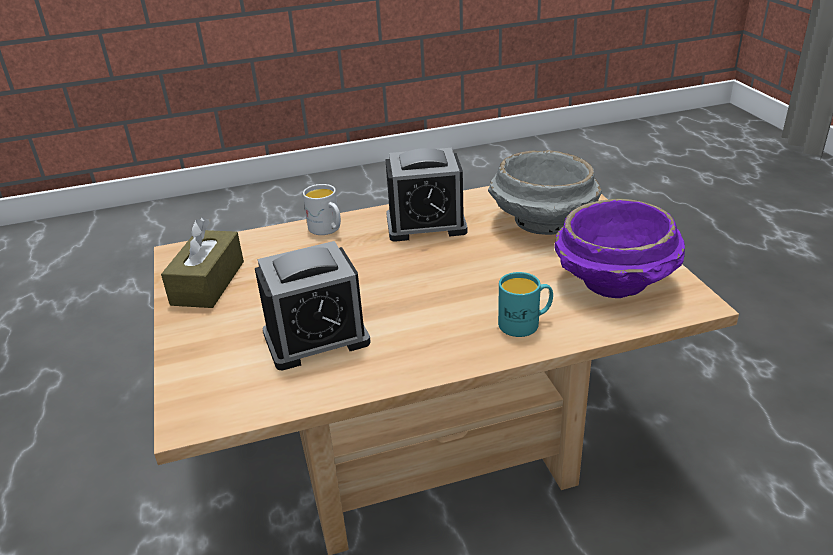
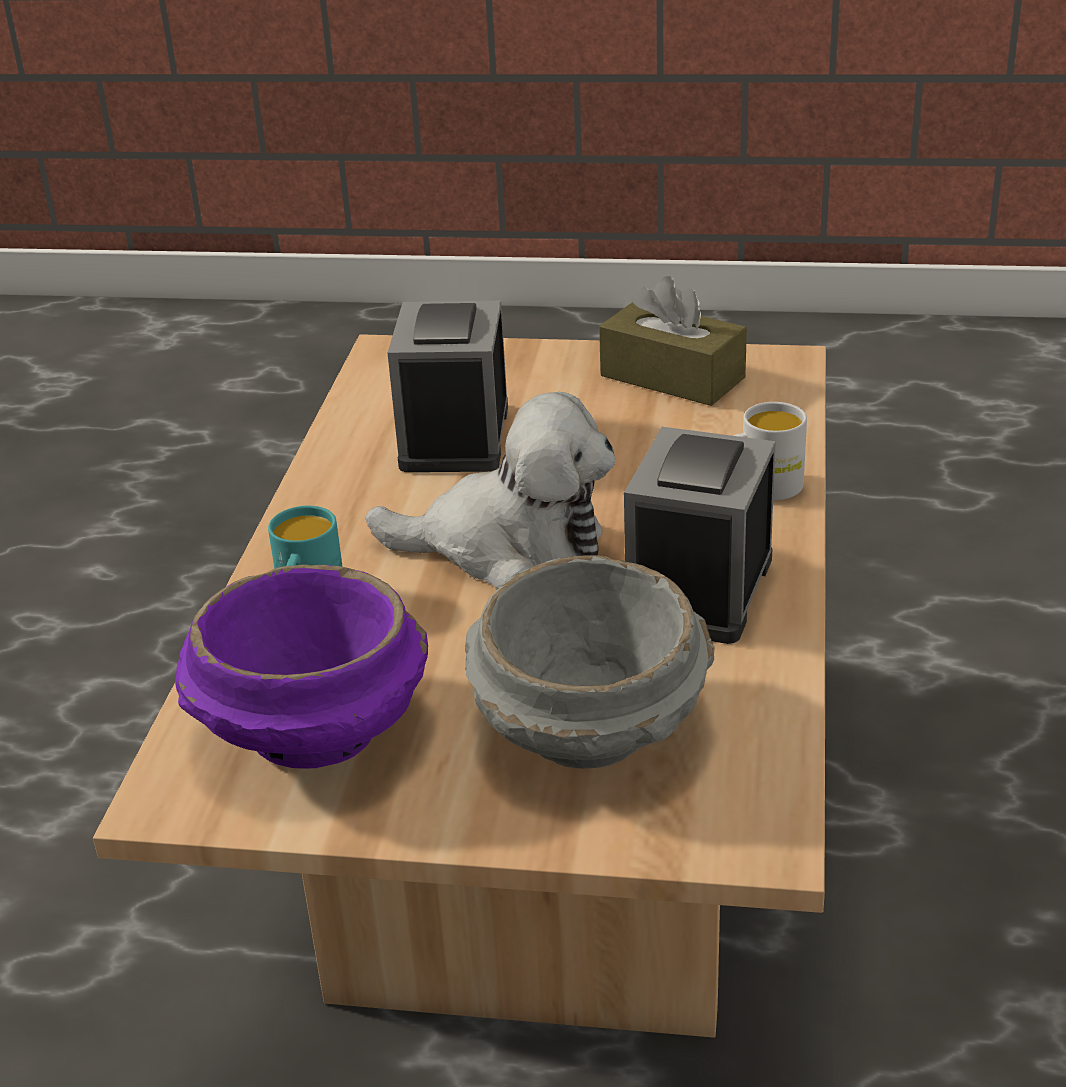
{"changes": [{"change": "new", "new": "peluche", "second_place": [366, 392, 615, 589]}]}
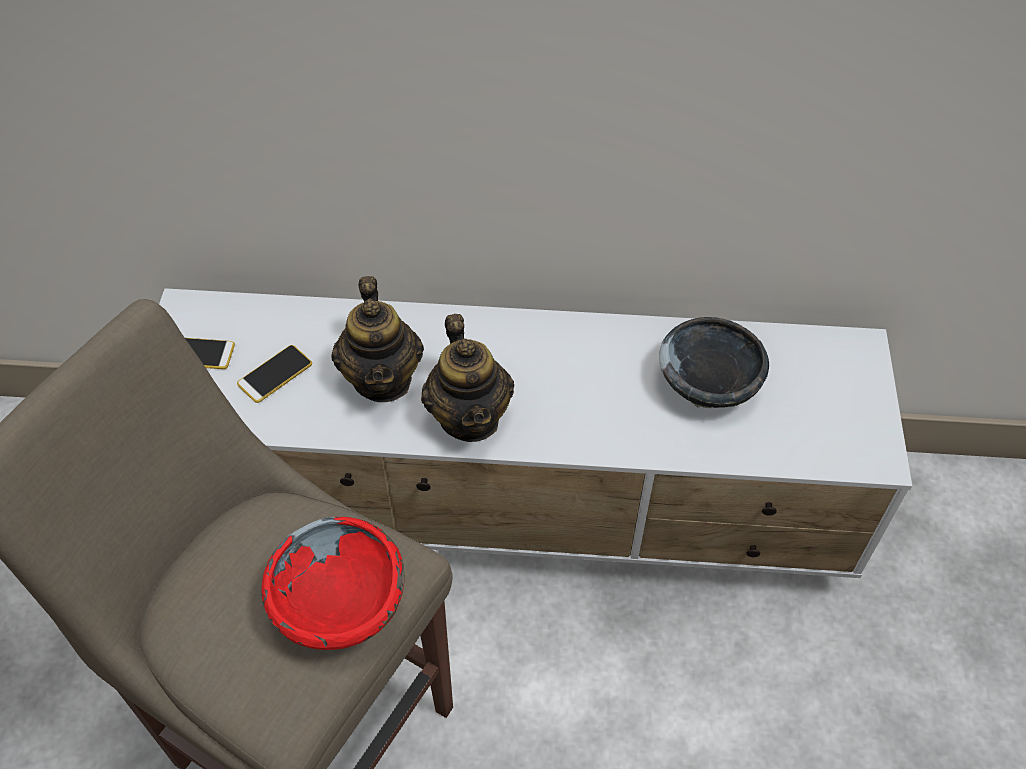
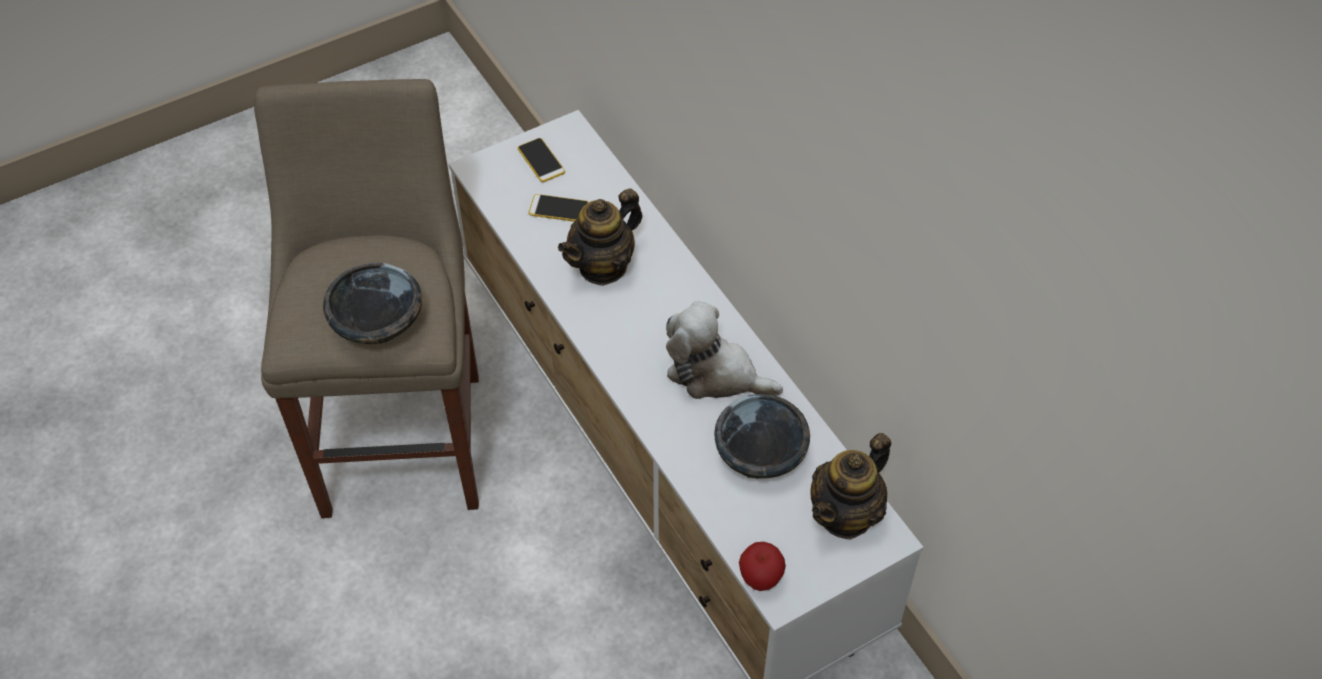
{"changes": [{"change": "repainted", "old": "cuenco [rojo]", "new": "cuenco [negro]", "first_place": [261, 517, 404, 650], "second_place": [323, 263, 422, 344]}, {"change": "new", "new": "peluche", "second_place": [666, 301, 783, 399]}, {"change": "new", "new": "manzana", "second_place": [739, 542, 786, 591]}, {"change": "shifted", "old": "tetera", "first_place": [421, 314, 514, 442], "second_place": [810, 433, 891, 540]}]}
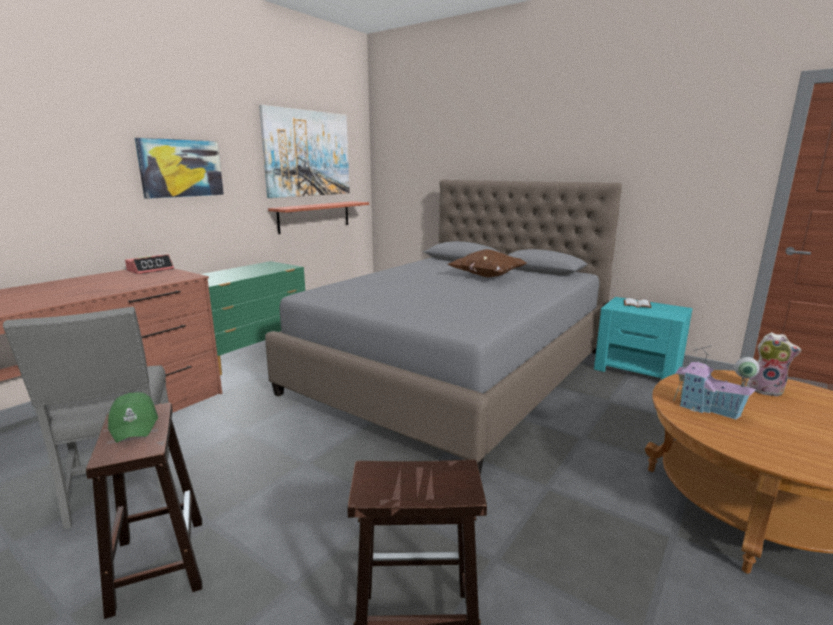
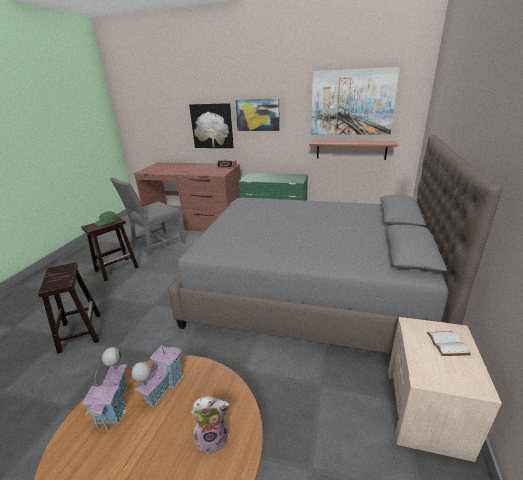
{"changes": [{"change": "new", "new": "casita", "second_place": [83, 347, 128, 431]}, {"change": "new", "new": "cuadro", "second_place": [189, 103, 234, 148]}, {"change": "rotated", "old": "peluche", "first_place": [746, 332, 802, 397], "second_place": [191, 396, 230, 454], "degrees": -105}, {"change": "repainted", "old": "mesita de noche [turquesa]", "new": "mesita de noche [beis]", "first_place": [594, 297, 693, 380], "second_place": [388, 317, 502, 462]}, {"change": "gone", "old": "cojín [marrón]", "first_place": [448, 249, 527, 277]}]}
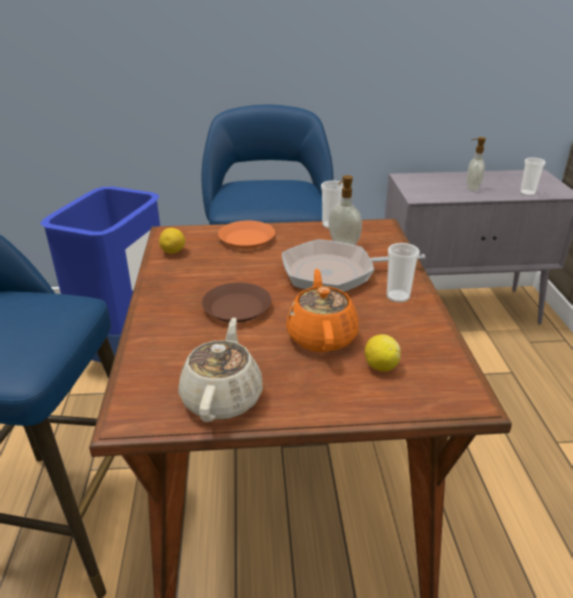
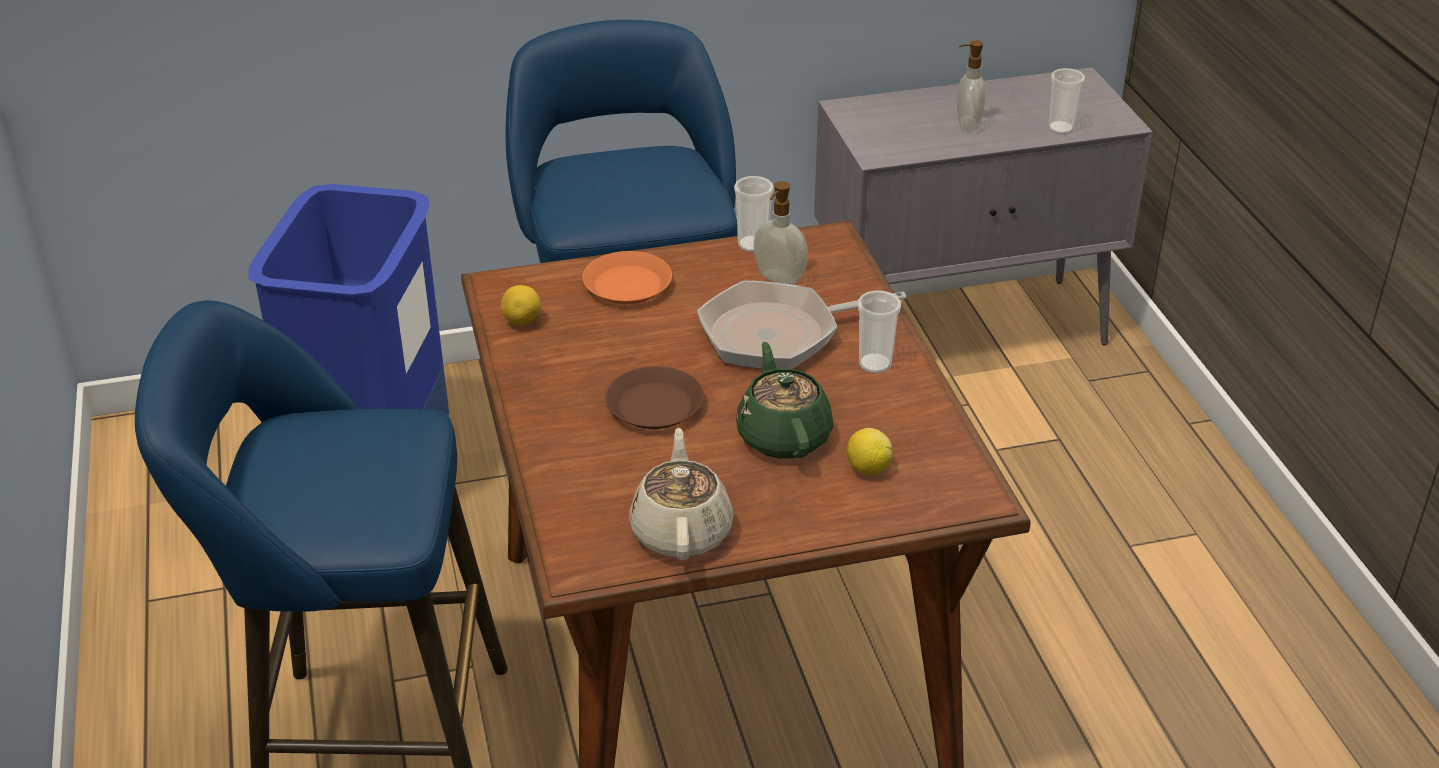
{"changes": [{"change": "repainted", "old": "tetera [naranja]", "new": "tetera [verde]", "first_place": [286, 269, 359, 353], "second_place": [736, 342, 833, 459]}]}
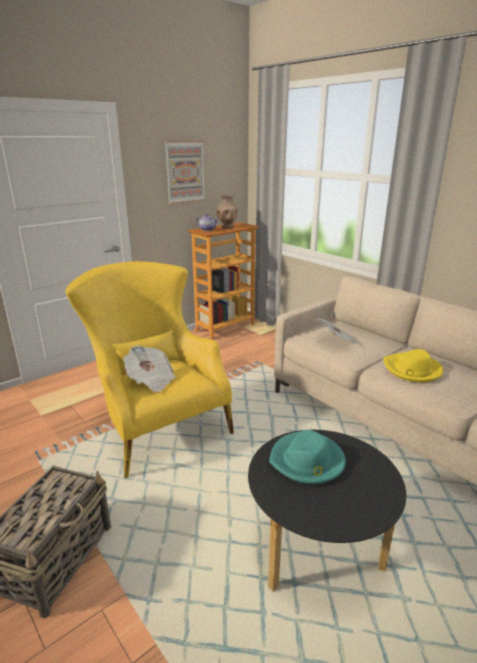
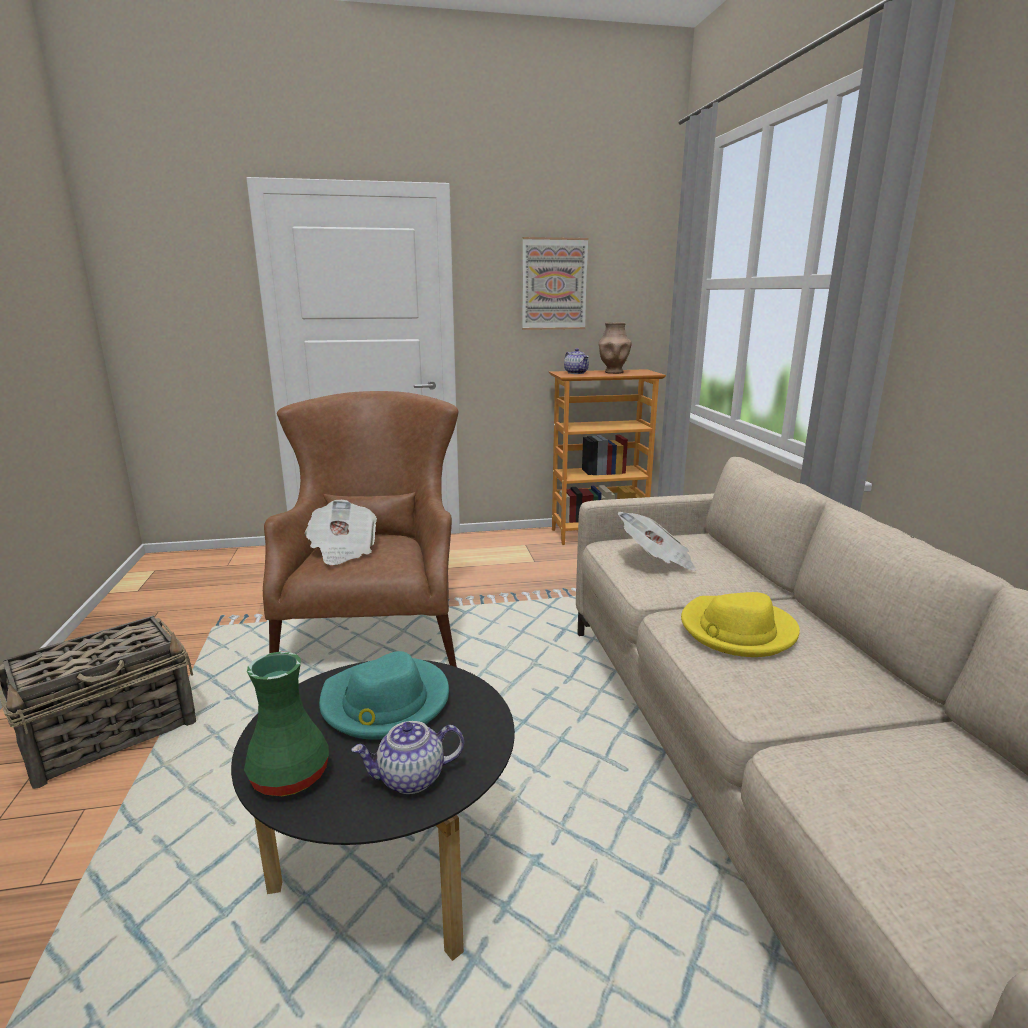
{"changes": [{"change": "new", "new": "florero [verde]", "second_place": [244, 651, 329, 796]}, {"change": "repainted", "old": "sillón [amarillo]", "new": "sillón [marrón]", "first_place": [65, 261, 234, 478], "second_place": [263, 391, 459, 667]}, {"change": "new", "new": "tetera", "second_place": [351, 721, 464, 794]}]}
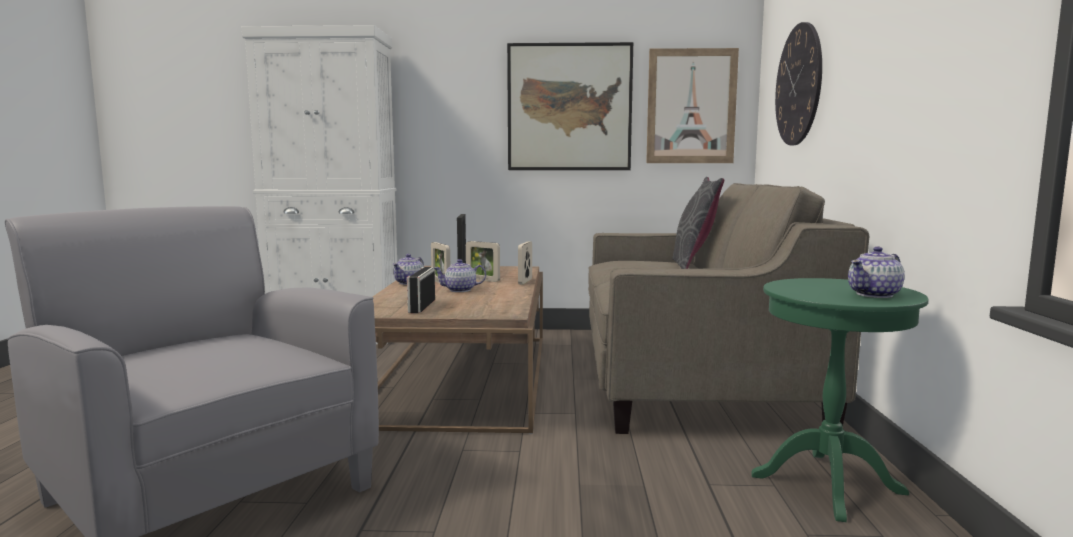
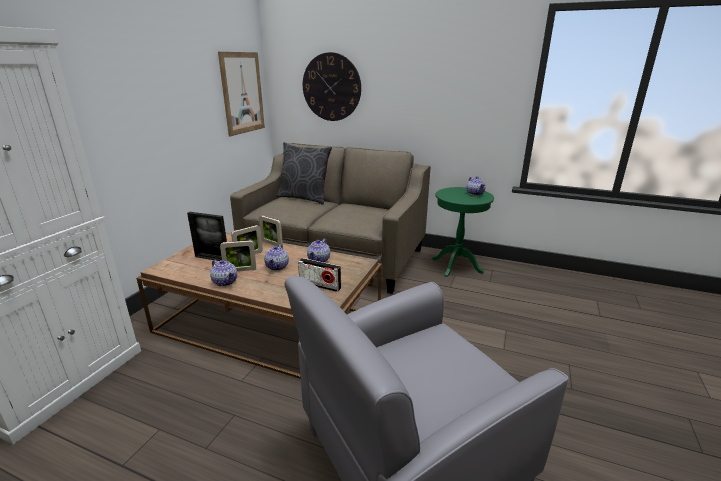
{"changes": [{"change": "new", "new": "tetera", "second_place": [307, 239, 330, 263]}, {"change": "gone", "old": "cuadro", "first_place": [507, 42, 633, 170]}]}
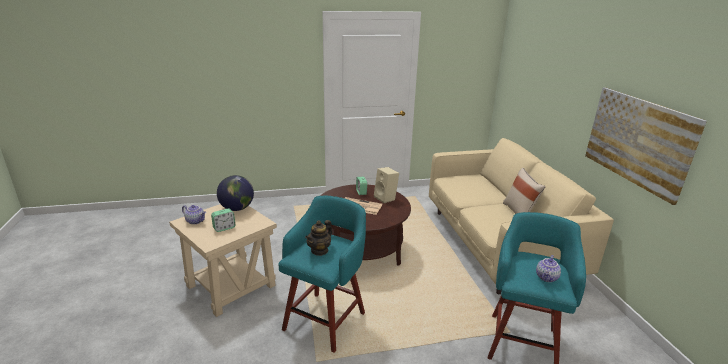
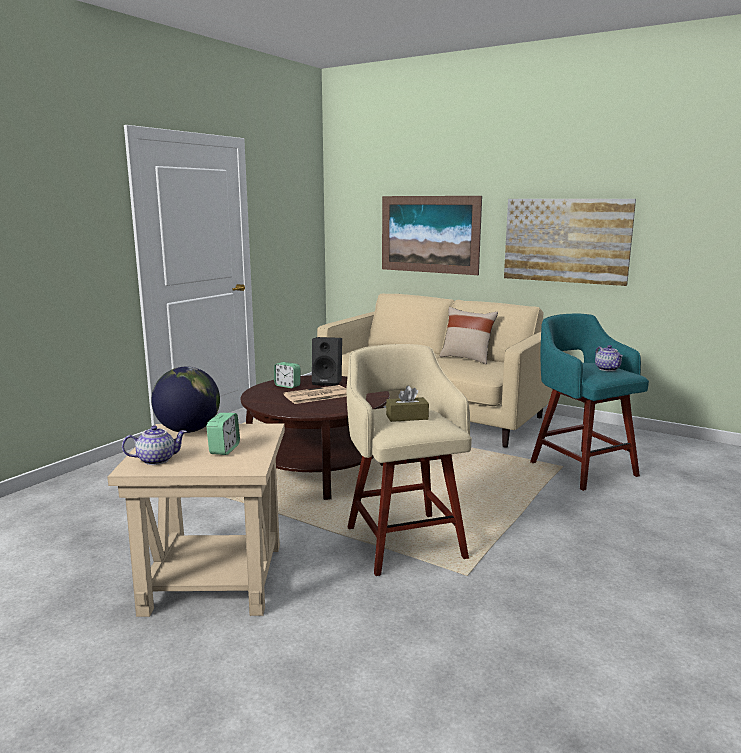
{"changes": [{"change": "repainted", "old": "altavoz [beis]", "new": "altavoz [negro]", "first_place": [374, 167, 399, 203], "second_place": [312, 337, 342, 386]}, {"change": "repainted", "old": "taburete [turquesa]", "new": "taburete [beis]", "first_place": [278, 196, 366, 353], "second_place": [346, 344, 472, 576]}, {"change": "new", "new": "cuadro", "second_place": [382, 196, 482, 275]}, {"change": "swapped", "old": "tetera", "new": "caja de pañuelos [marrón]", "first_place": [305, 220, 332, 256], "second_place": [386, 386, 429, 422]}]}
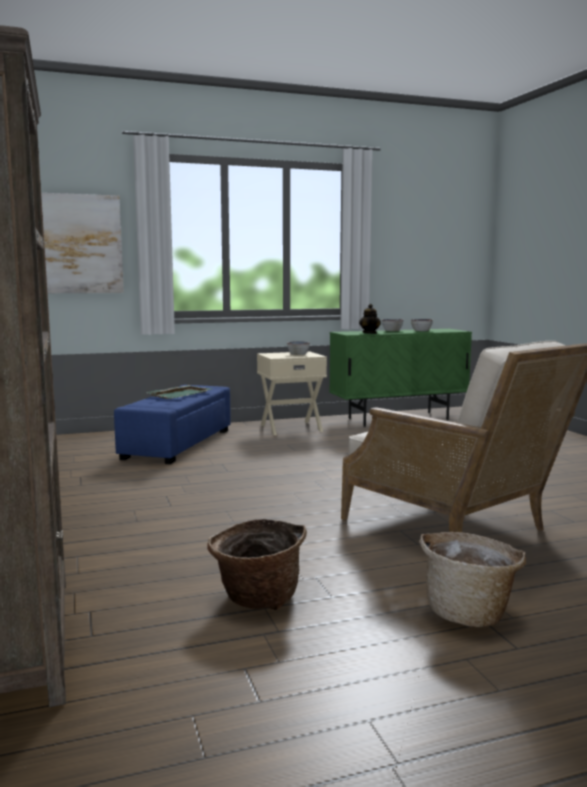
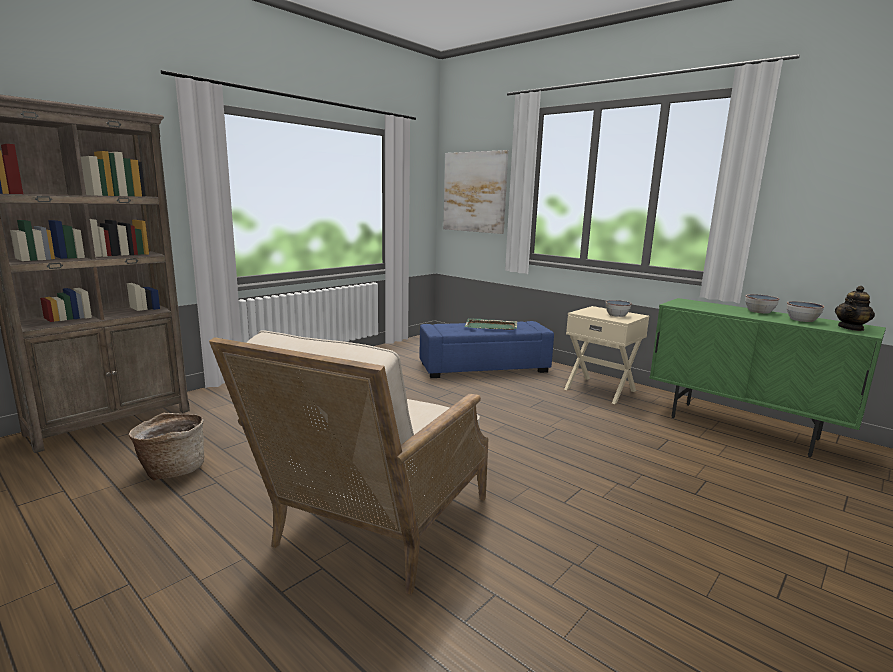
{"changes": [{"change": "shifted", "old": "tetera", "first_place": [359, 304, 381, 334], "second_place": [835, 286, 875, 331]}, {"change": "gone", "old": "cesta", "first_place": [419, 532, 526, 627]}]}
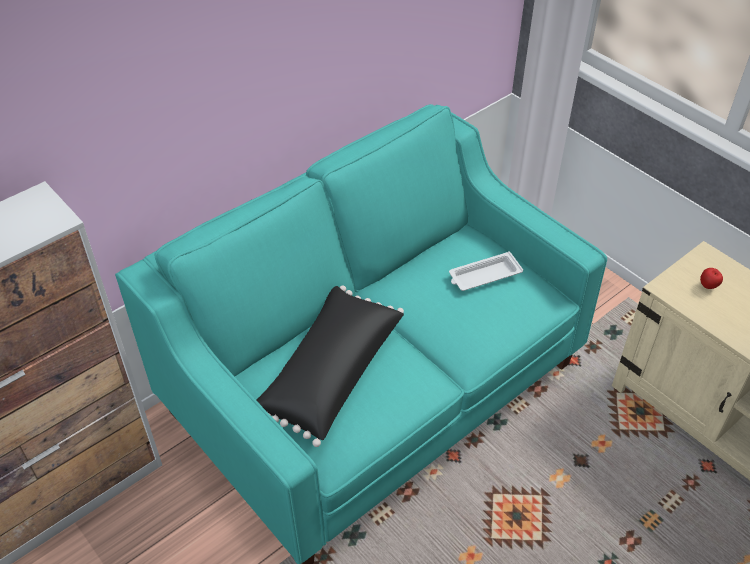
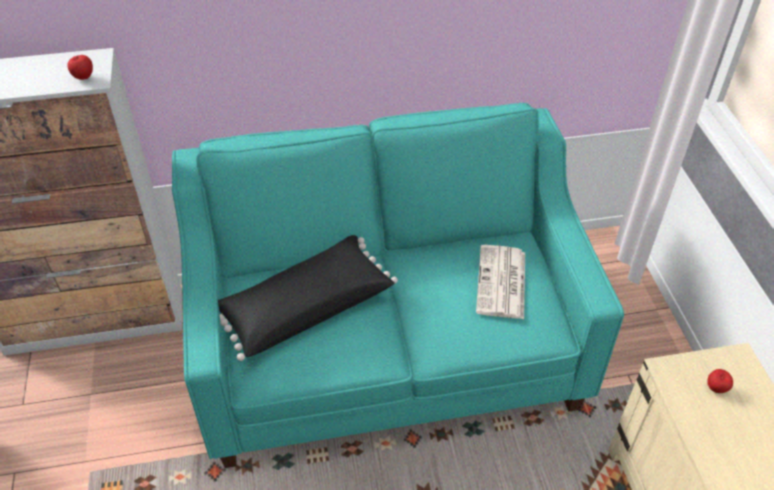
{"changes": [{"change": "new", "new": "manzana", "second_place": [67, 55, 93, 80]}, {"change": "swapped", "old": "bandeja [blanco]", "new": "periódico", "first_place": [449, 251, 523, 291], "second_place": [476, 245, 525, 319]}]}
